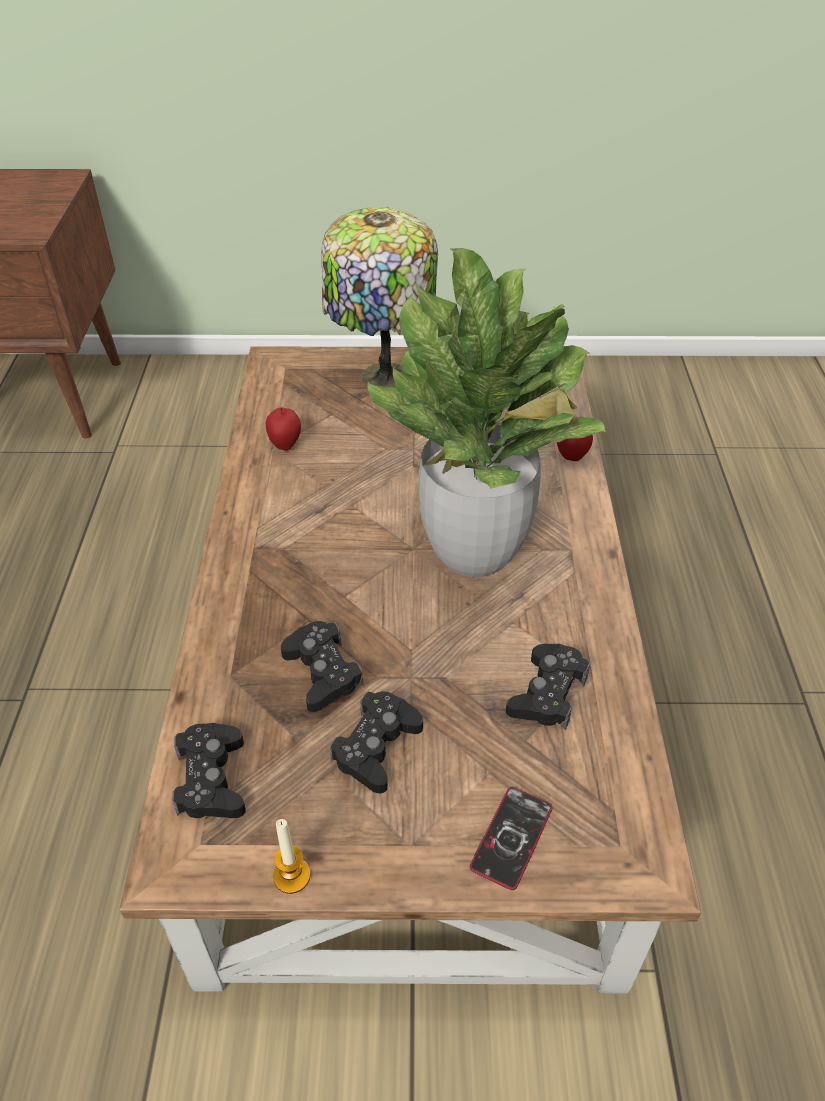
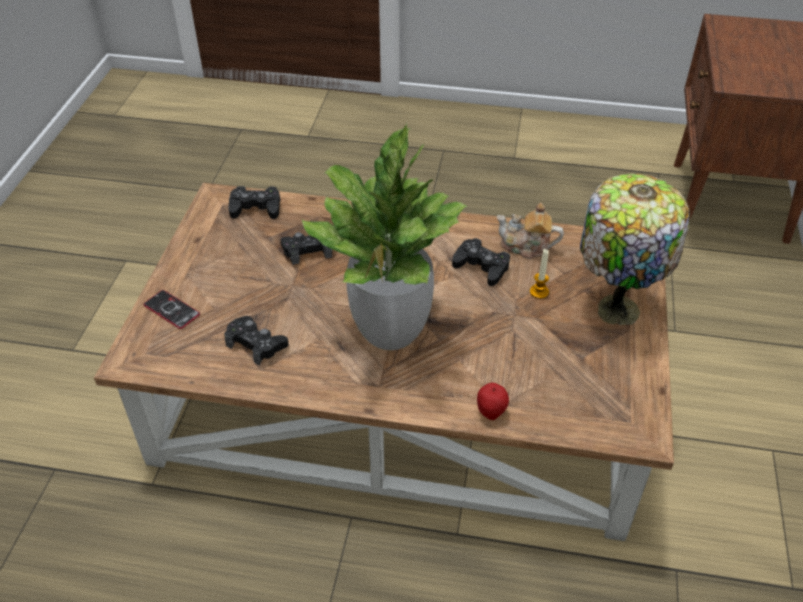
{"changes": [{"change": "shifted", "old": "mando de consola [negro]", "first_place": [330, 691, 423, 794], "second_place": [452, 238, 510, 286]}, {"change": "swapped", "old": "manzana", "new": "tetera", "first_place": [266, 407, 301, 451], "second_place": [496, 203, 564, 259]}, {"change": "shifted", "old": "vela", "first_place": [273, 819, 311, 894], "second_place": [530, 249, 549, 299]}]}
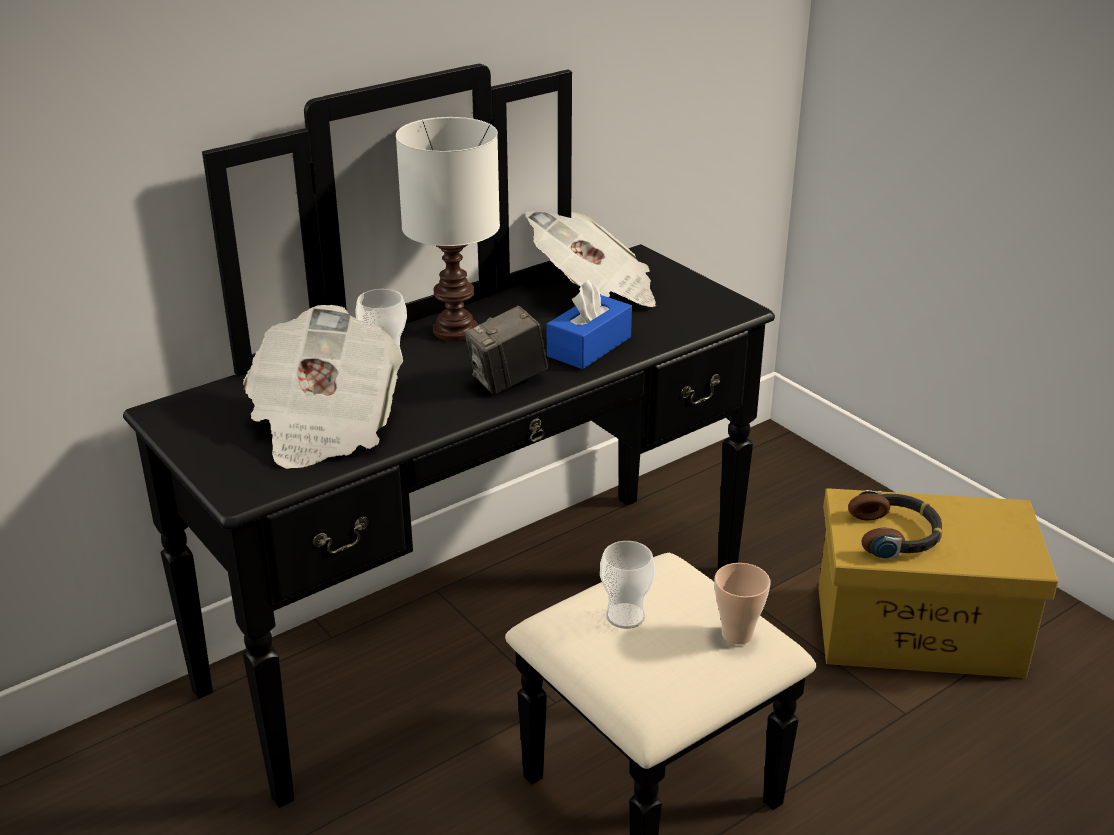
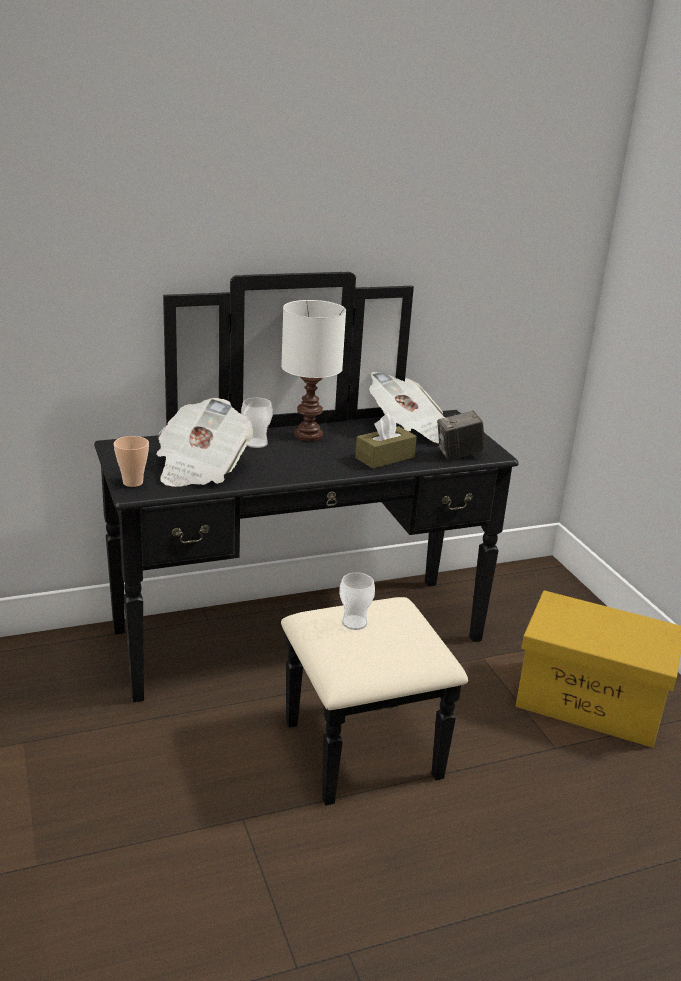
{"changes": [{"change": "shifted", "old": "taza", "first_place": [715, 563, 770, 645], "second_place": [114, 436, 149, 487]}, {"change": "repainted", "old": "caja de pañuelos [azul]", "new": "caja de pañuelos [marrón]", "first_place": [547, 280, 632, 369], "second_place": [355, 414, 417, 469]}, {"change": "shifted", "old": "cámara", "first_place": [464, 305, 548, 395], "second_place": [438, 411, 485, 460]}, {"change": "gone", "old": "auriculares", "first_place": [848, 490, 942, 559]}]}
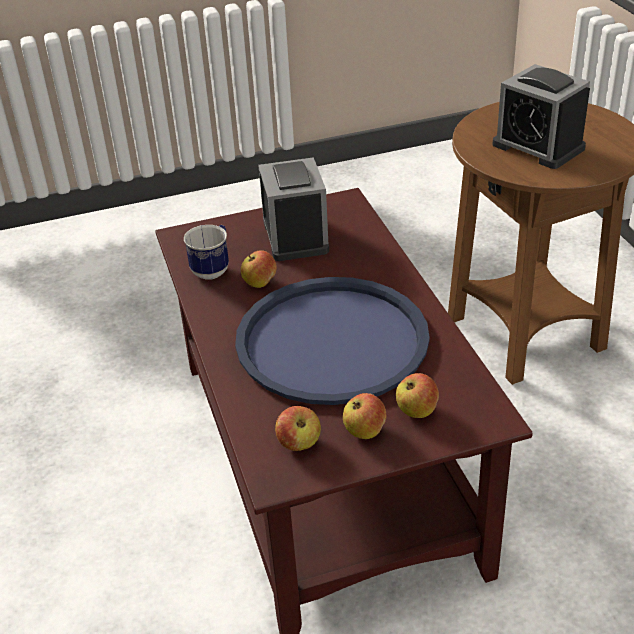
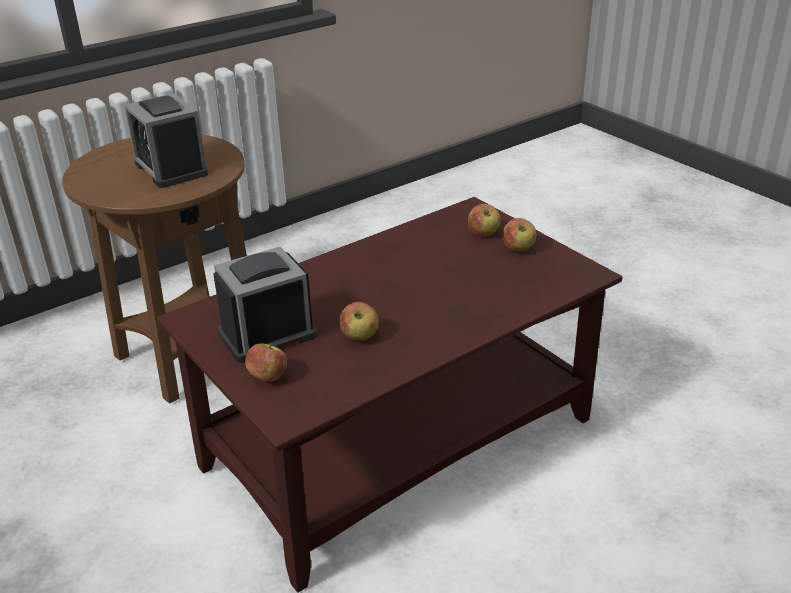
{"changes": [{"change": "rotated", "old": "despertador", "first_place": [492, 64, 590, 169], "second_place": [124, 93, 208, 188], "degrees": 120}, {"change": "shifted", "old": "manzana", "first_place": [275, 406, 321, 451], "second_place": [245, 343, 287, 382]}, {"change": "gone", "old": "taza grande", "first_place": [184, 225, 229, 280]}, {"change": "gone", "old": "bandeja [azul]", "first_place": [235, 277, 430, 405]}]}
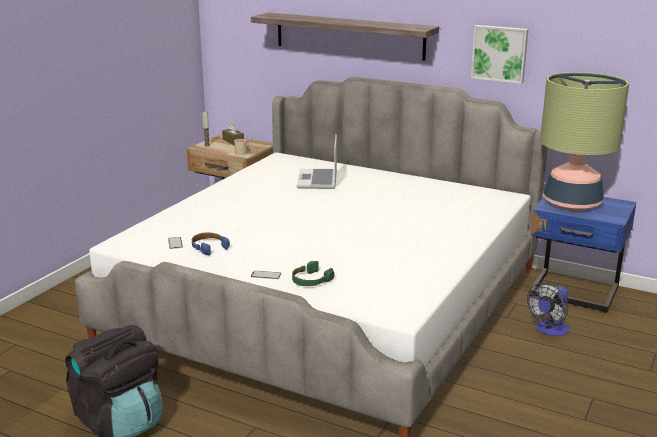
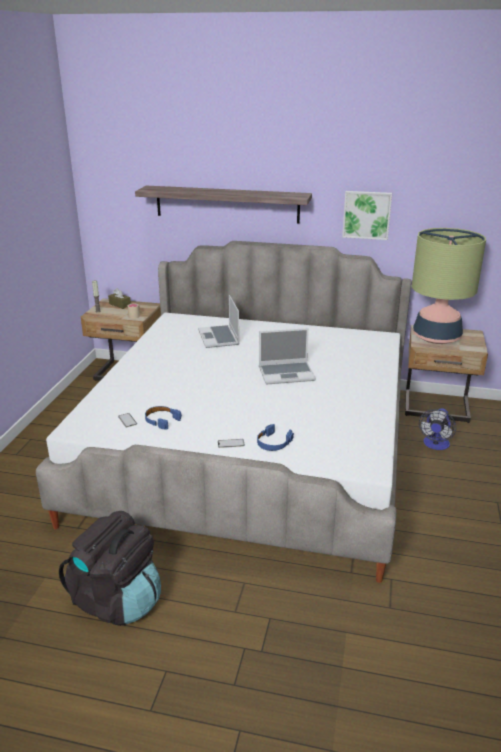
{"changes": [{"change": "repainted", "old": "auriculares [verde]", "new": "auriculares [azul]", "first_place": [292, 261, 334, 286], "second_place": [257, 424, 294, 451]}, {"change": "new", "new": "portátil", "second_place": [259, 328, 316, 384]}, {"change": "repainted", "old": "mesita de noche [azul]", "new": "mesita de noche [beis]", "first_place": [529, 197, 636, 313], "second_place": [405, 325, 488, 423]}]}
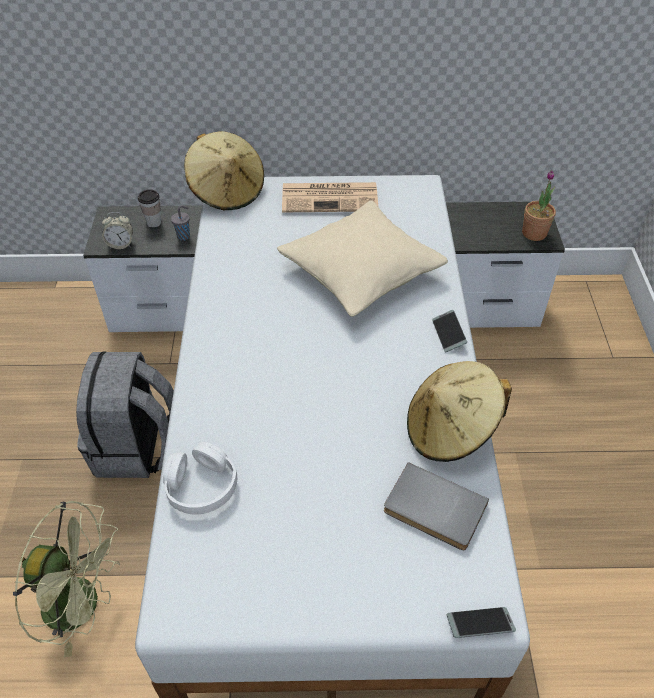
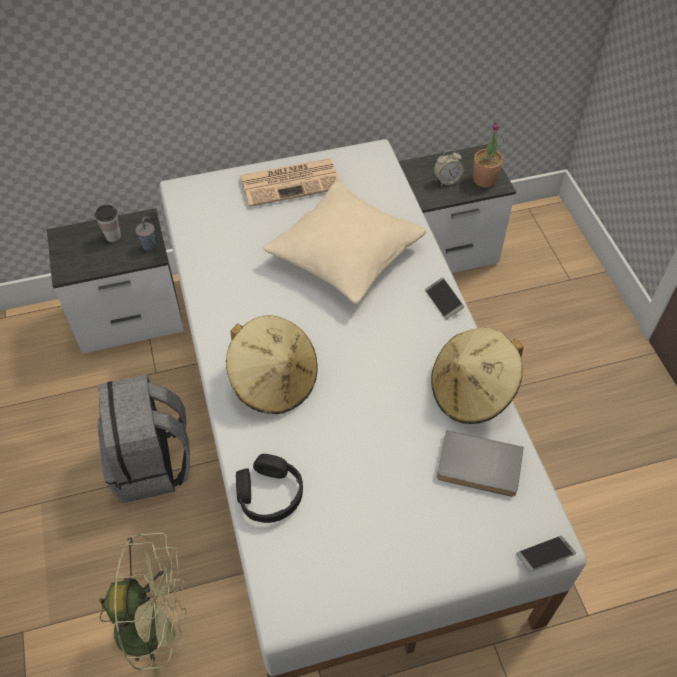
{"changes": [{"change": "shifted", "old": "sombrero [beis]", "first_place": [184, 131, 264, 210], "second_place": [226, 315, 318, 414]}, {"change": "repainted", "old": "auriculares [blanco]", "new": "auriculares [negro]", "first_place": [163, 442, 237, 515], "second_place": [236, 454, 303, 523]}, {"change": "shifted", "old": "despertador", "first_place": [102, 212, 133, 249], "second_place": [434, 150, 464, 186]}]}
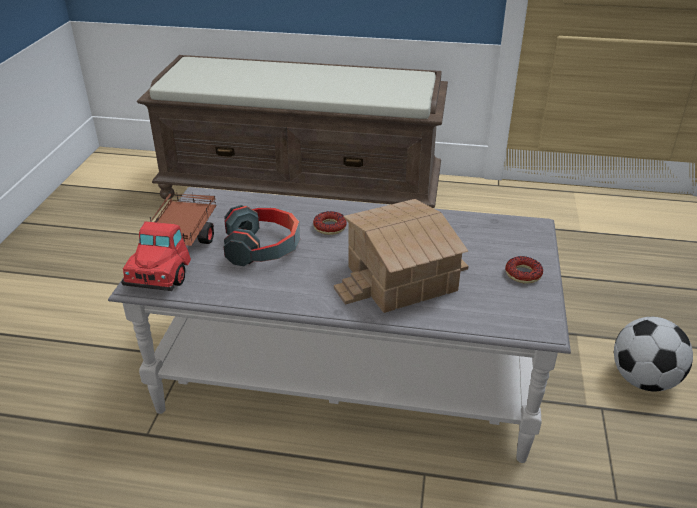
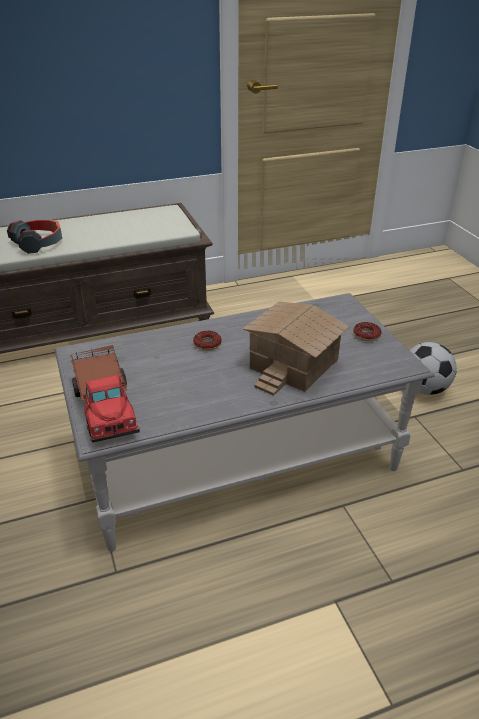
{"changes": [{"change": "shifted", "old": "auriculares", "first_place": [224, 205, 300, 266], "second_place": [7, 220, 62, 254]}]}
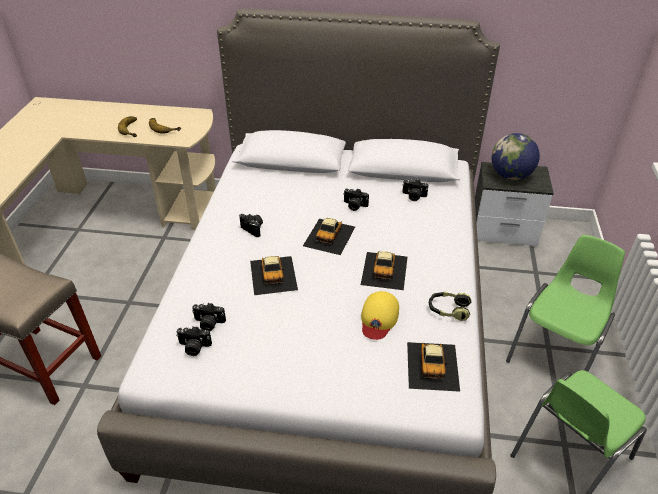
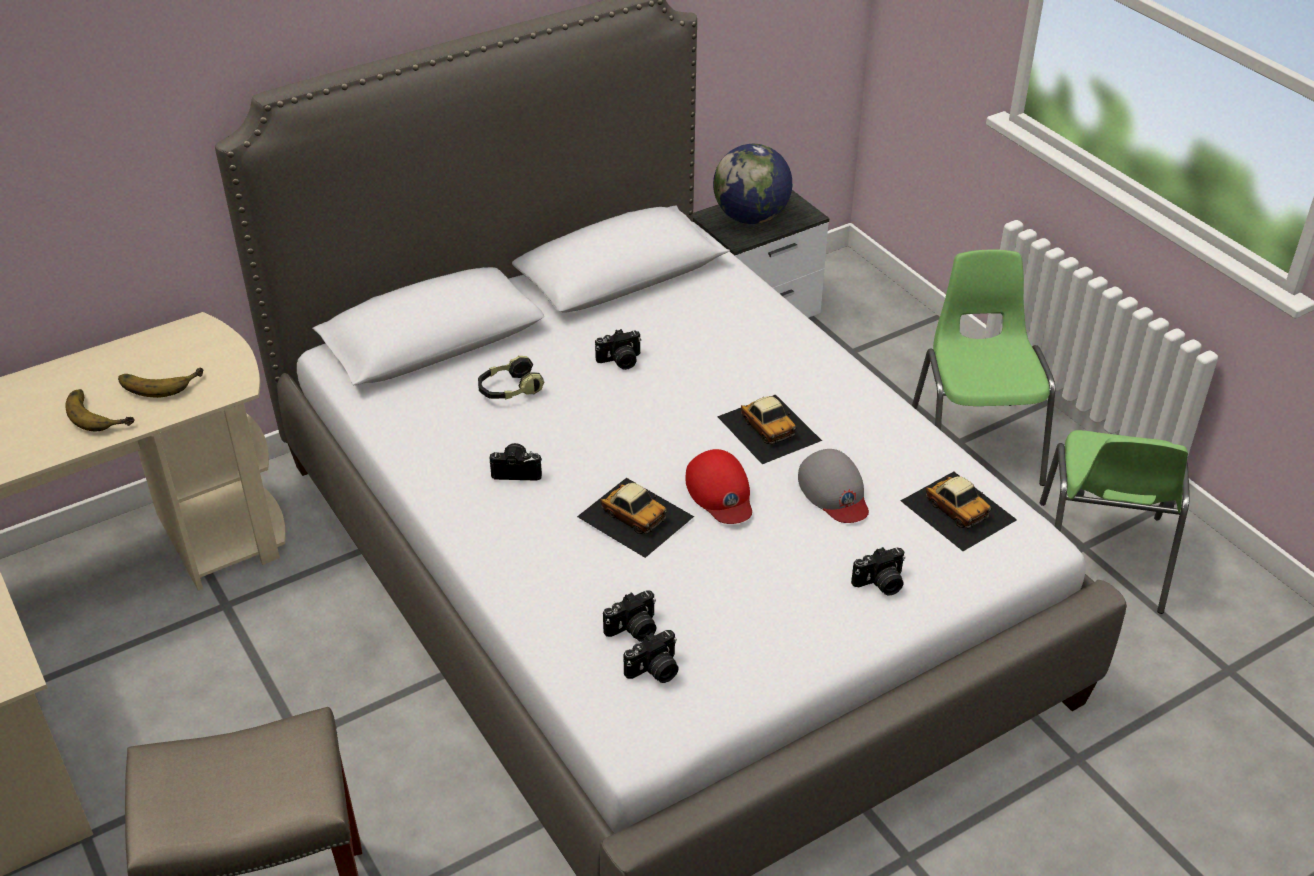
{"changes": [{"change": "shifted", "old": "auriculares", "first_place": [429, 292, 471, 321], "second_place": [478, 356, 544, 400]}, {"change": "new", "new": "gorra [rojo]", "second_place": [686, 449, 752, 524]}, {"change": "repainted", "old": "gorra [amarillo]", "new": "gorra [gris]", "first_place": [361, 291, 399, 340], "second_place": [798, 449, 869, 523]}, {"change": "shifted", "old": "cámara", "first_place": [402, 179, 428, 201], "second_place": [851, 547, 905, 596]}, {"change": "gone", "old": "coche de juguete", "first_place": [303, 218, 355, 255]}]}
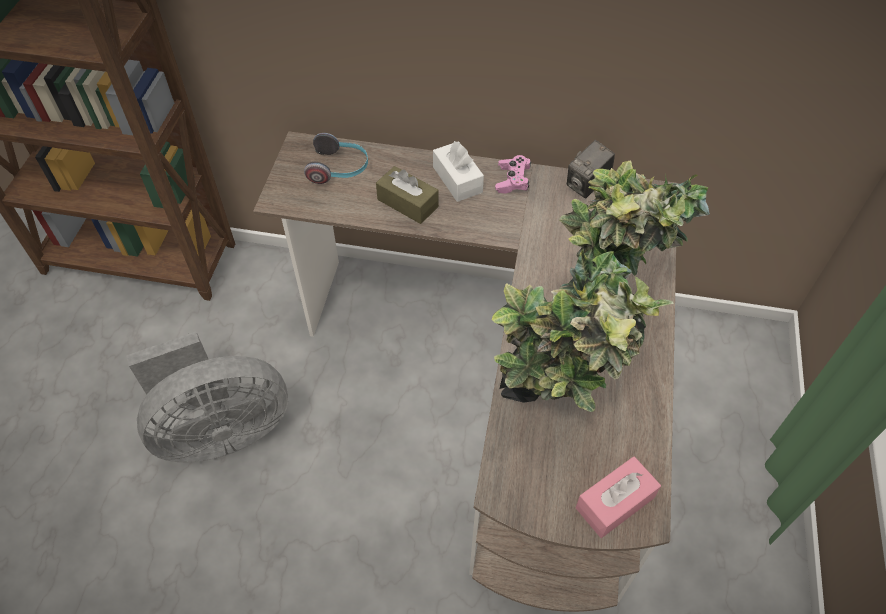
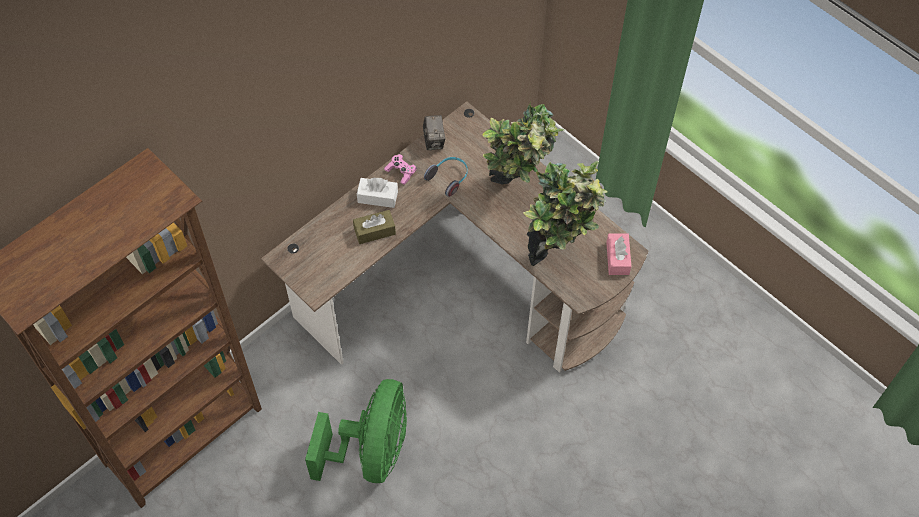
{"changes": [{"change": "repainted", "old": "ventilador [gris]", "new": "ventilador [verde]", "first_place": [126, 331, 288, 462], "second_place": [305, 379, 407, 483]}, {"change": "shifted", "old": "auriculares", "first_place": [304, 133, 368, 184], "second_place": [424, 157, 468, 197]}]}
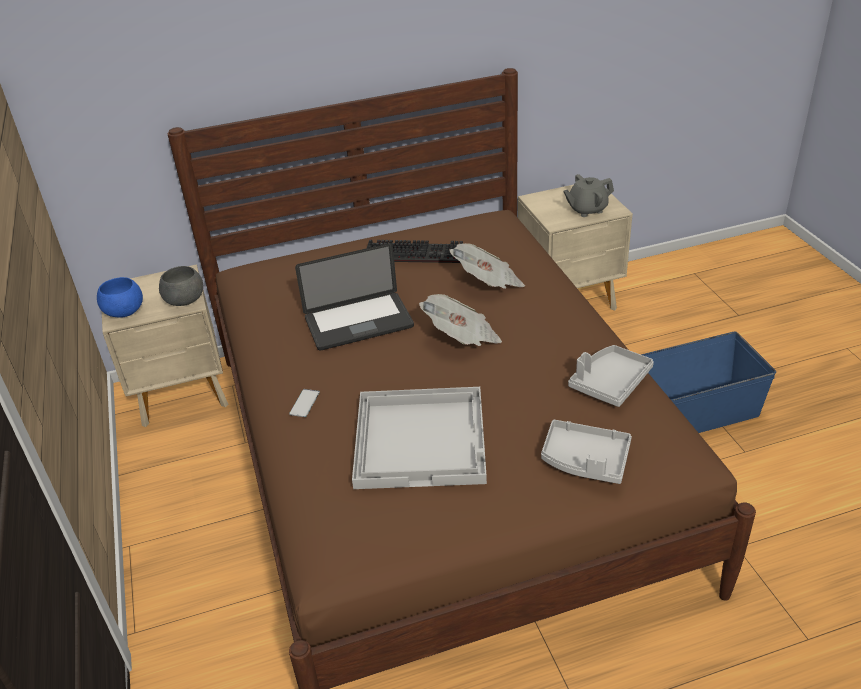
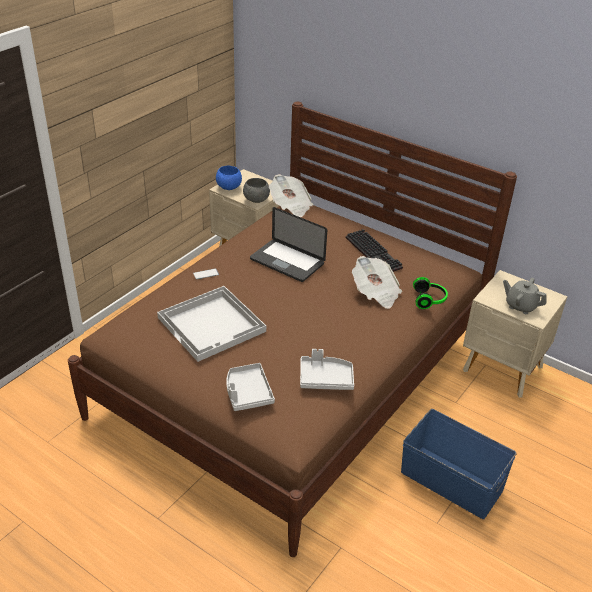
{"changes": [{"change": "shifted", "old": "periódico", "first_place": [419, 294, 502, 346], "second_place": [269, 174, 313, 217]}, {"change": "new", "new": "auriculares", "second_place": [413, 277, 448, 309]}]}
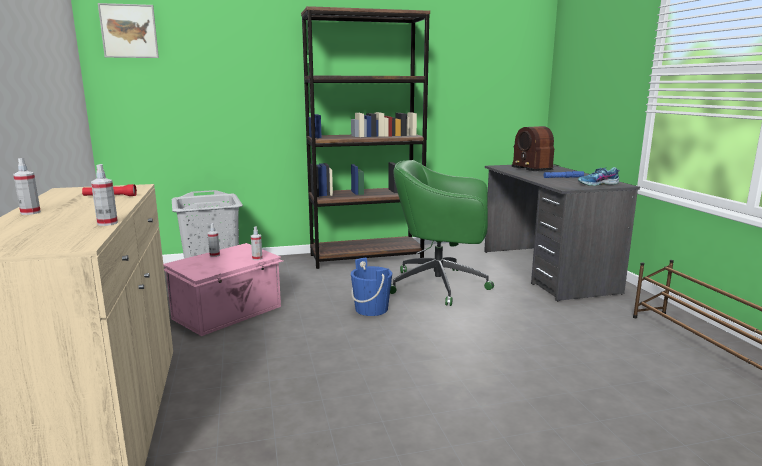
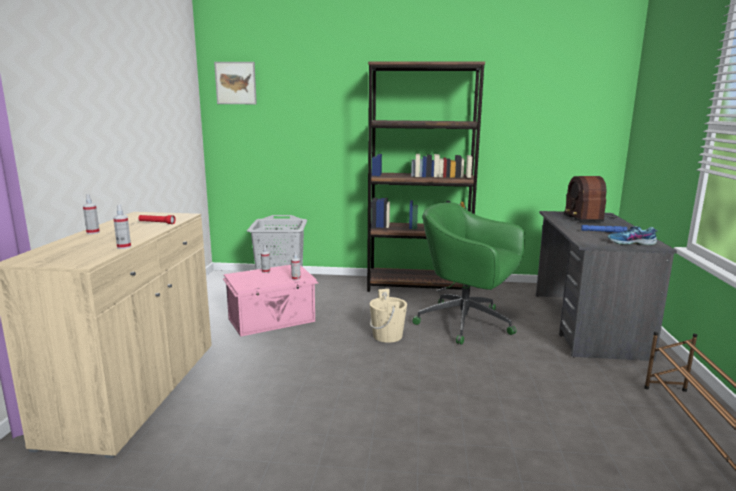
{"changes": [{"change": "repainted", "old": "cubo [azul]", "new": "cubo [beis]", "first_place": [351, 258, 392, 316], "second_place": [370, 289, 407, 343]}]}
